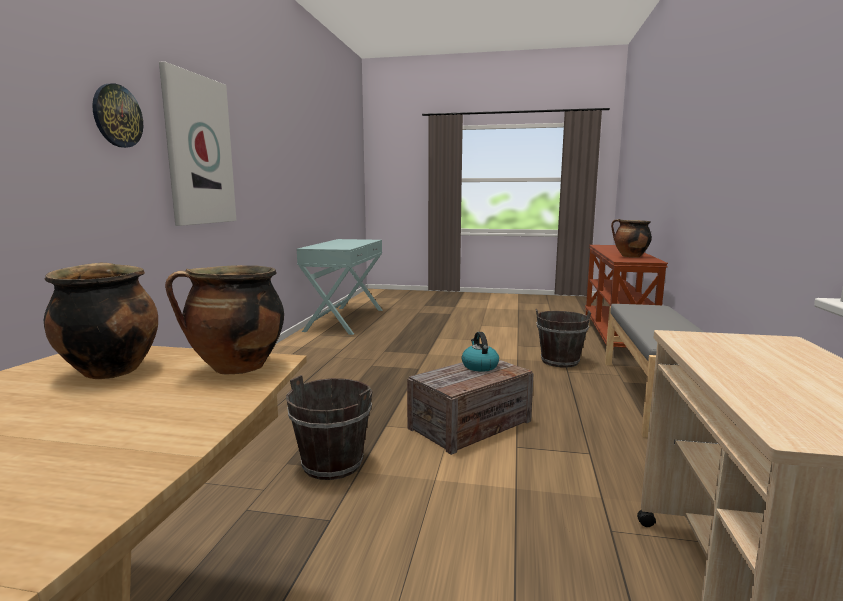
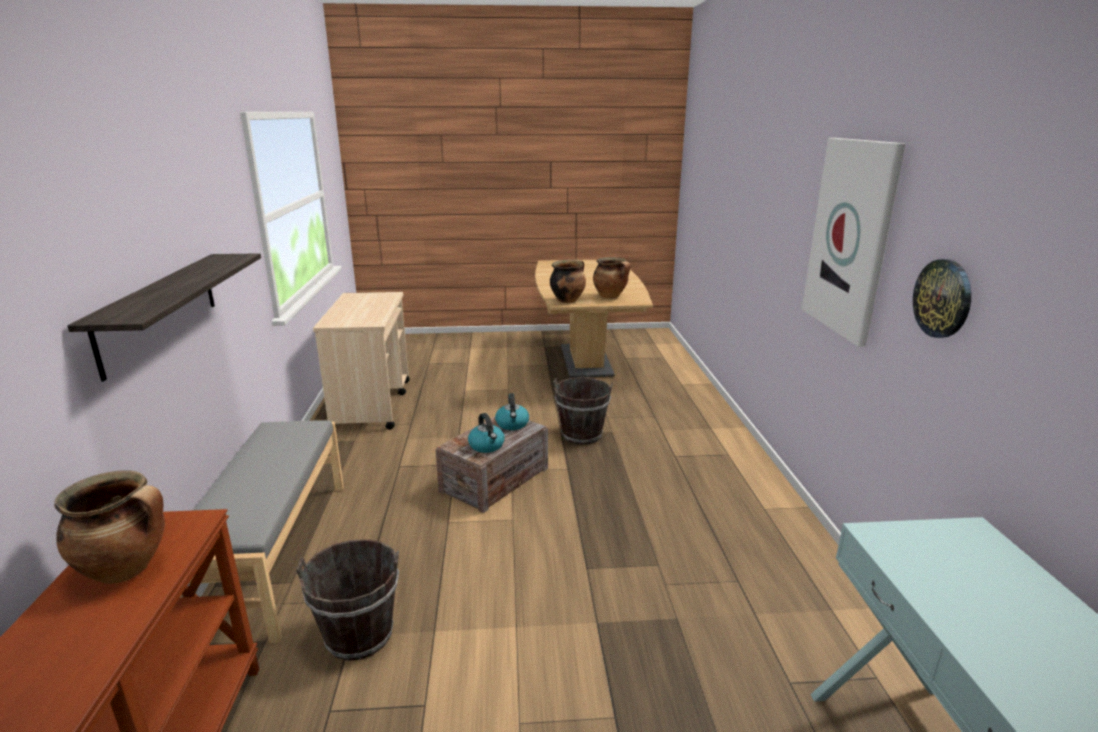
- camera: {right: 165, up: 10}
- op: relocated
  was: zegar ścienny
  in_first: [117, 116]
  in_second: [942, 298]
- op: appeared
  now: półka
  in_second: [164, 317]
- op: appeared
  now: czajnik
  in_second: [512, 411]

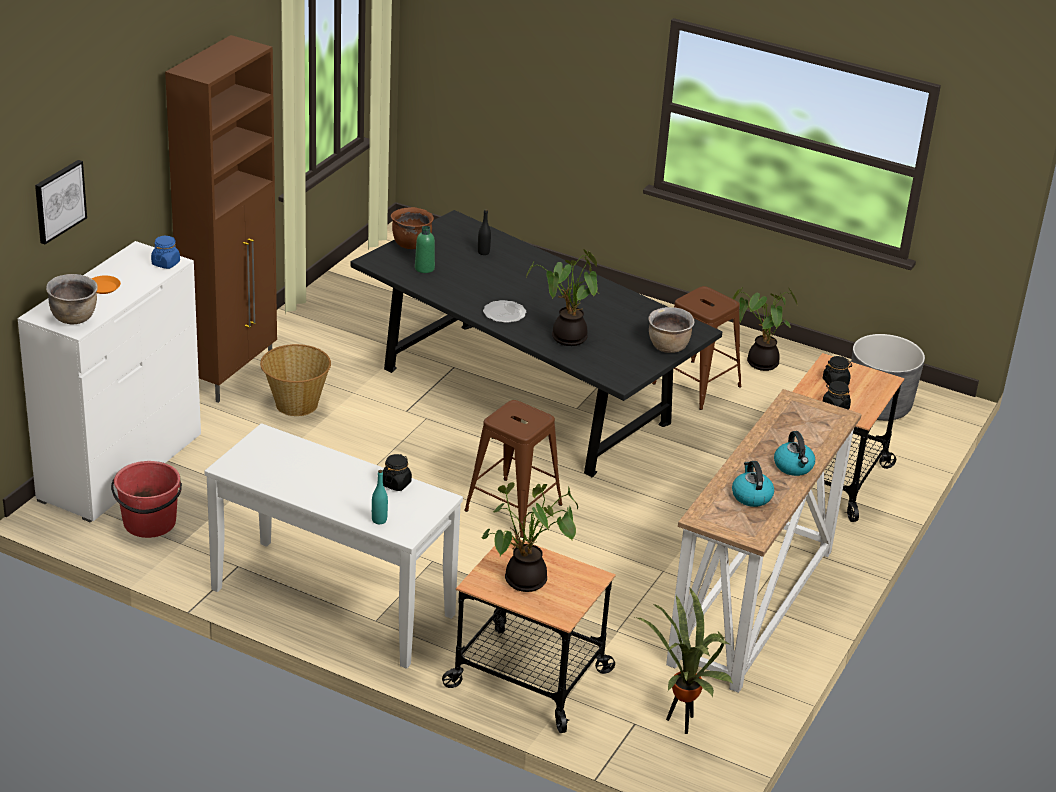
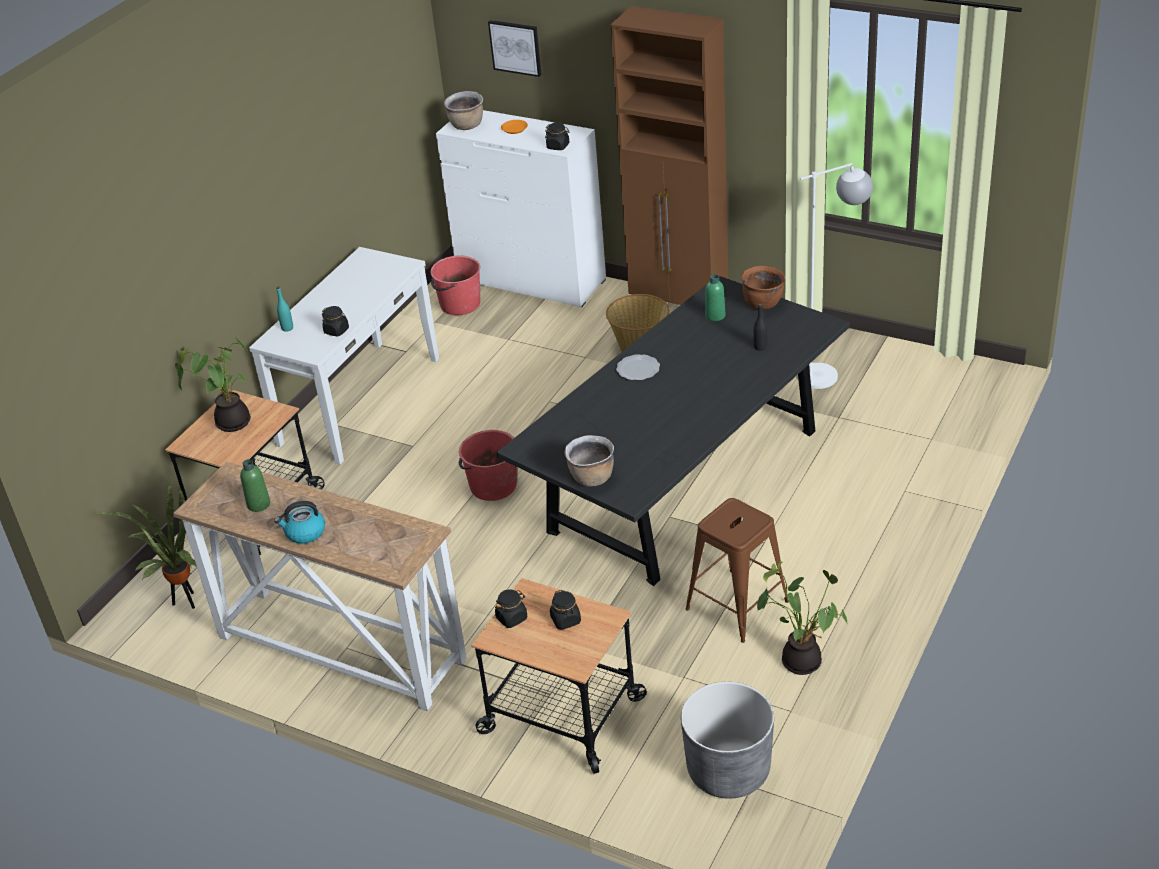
- camera: {right: 95, up: 5}
- op: colour
  was: słoik [niebieski]
  now: słoik [czarny]
  in_first: [165, 252]
  in_second: [557, 136]
- op: missing
  was: roślina doniczkowa
  in_first: [562, 297]
- op: exchanged
  was: stołek [brązowy]
  now: wiadro [czerwony]
  in_first: [513, 469]
  in_second: [488, 465]
- op: exchanged
  was: czajnik
  now: butelka [zielony]
  in_first: [753, 484]
  in_second: [255, 485]
- op: appeared
  now: lampa stojąca [biały]
  in_second: [836, 276]

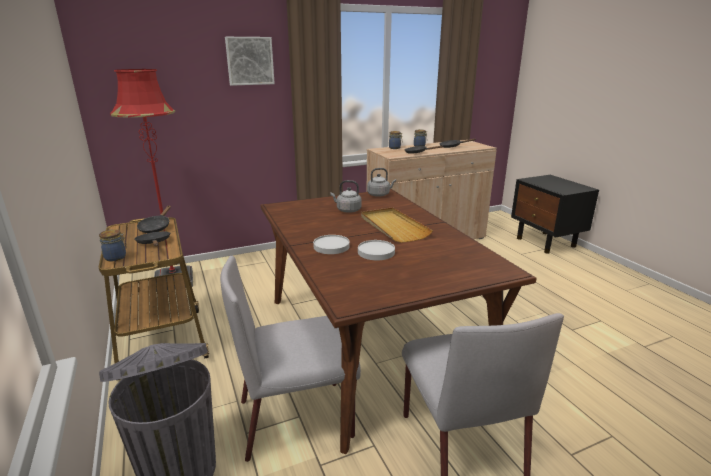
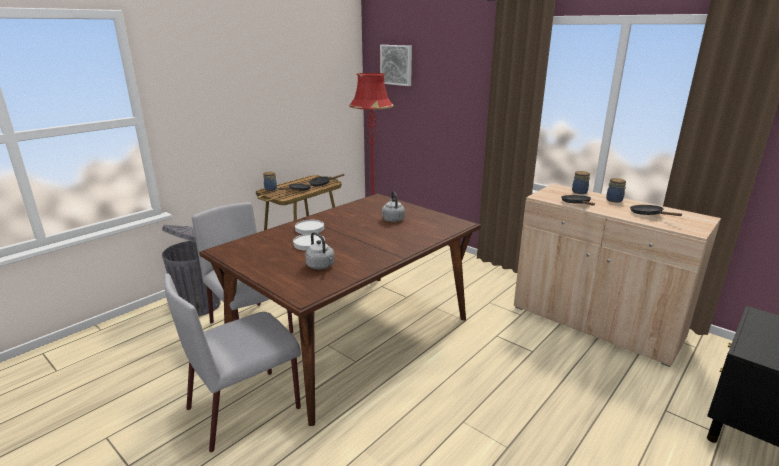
- camera: {right: 65, up: 0}
- op: relocated
  was: obraz
  in_first: [250, 61]
  in_second: [396, 65]
- op: relocated
  was: czajnik [szary]
  in_first: [381, 182]
  in_second: [320, 250]
- op: missing
  was: taca [beżowy]
  in_first: [397, 225]

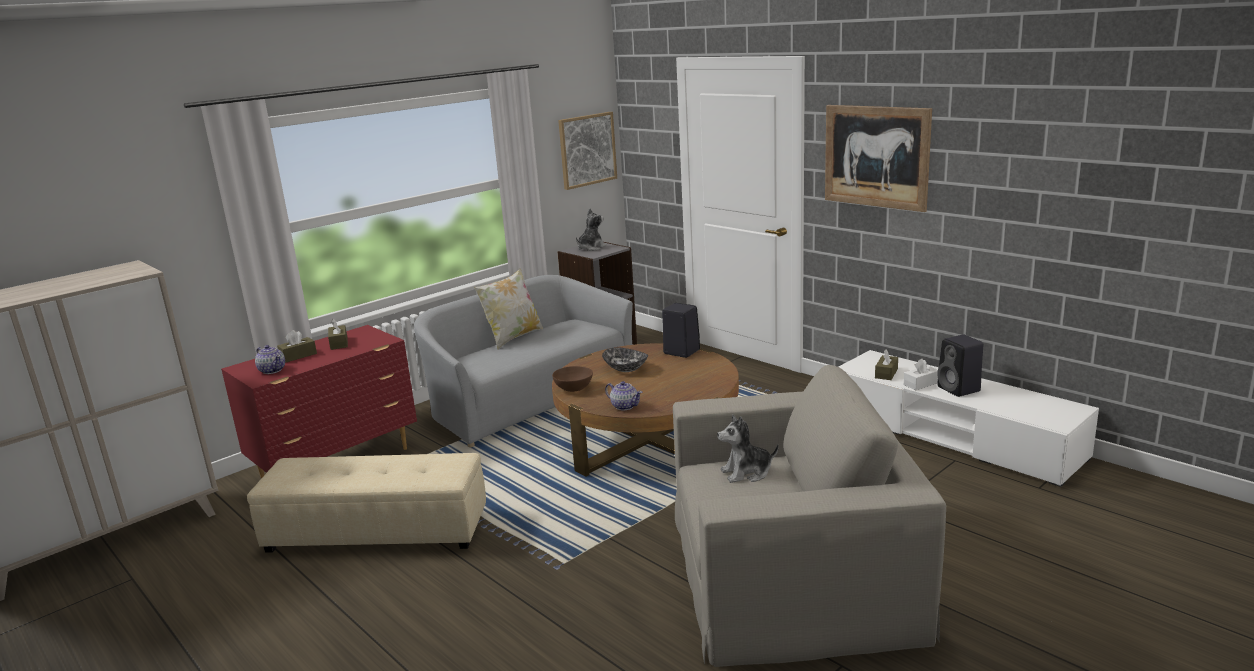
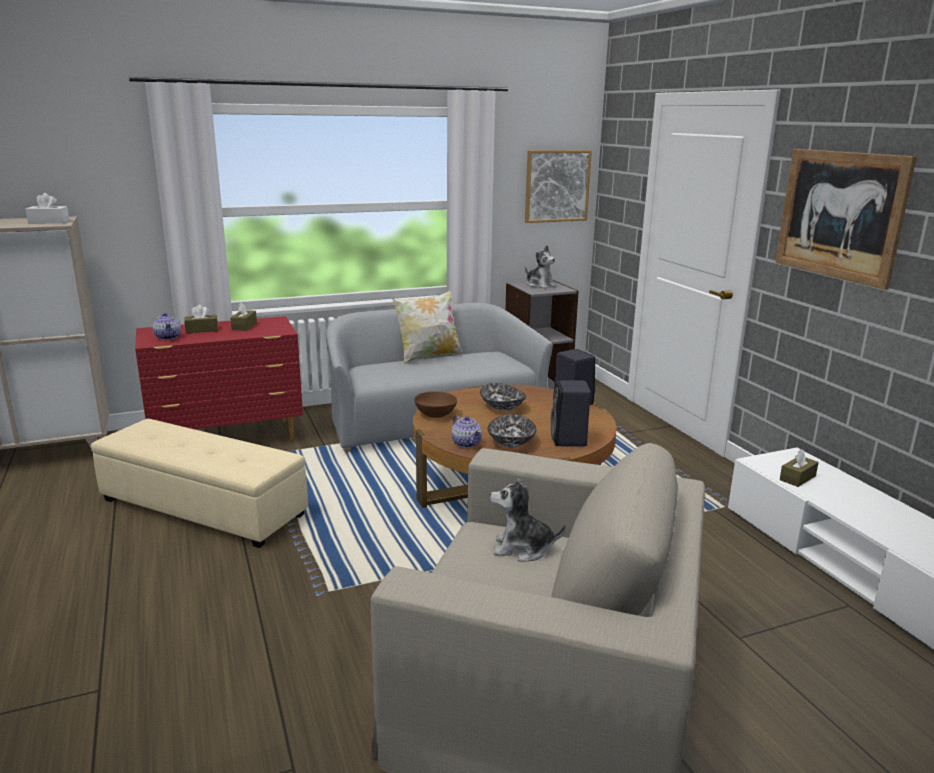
- camera: {right: 20, up: 0}
- op: spun
  was: pluszak
  in_first: [591, 229]
  in_second: [541, 267]
  clockwise: 75
- op: relocated
  was: głośnik [czarny]
  in_first: [960, 365]
  in_second: [571, 413]
- op: relocated
  was: pudełko chusteczek [biały]
  in_first: [921, 374]
  in_second: [47, 208]
- op: appeared
  now: miska
  in_second: [511, 431]

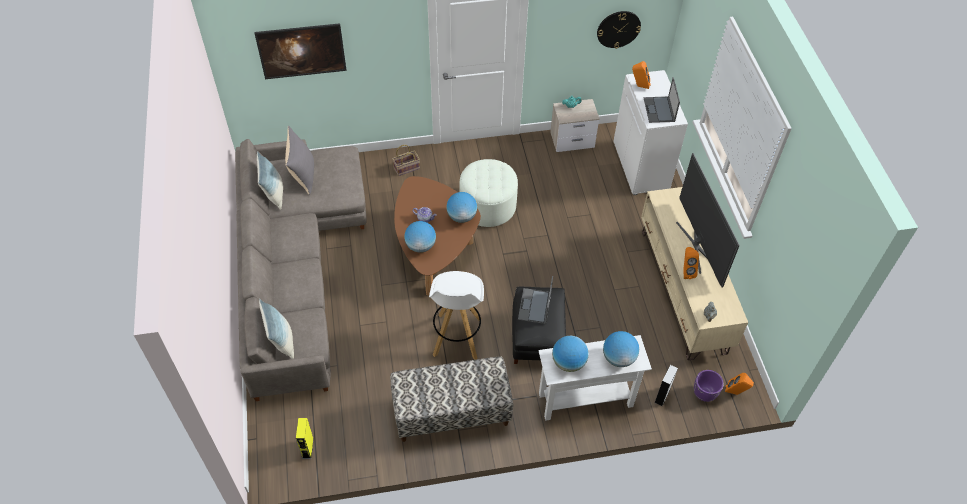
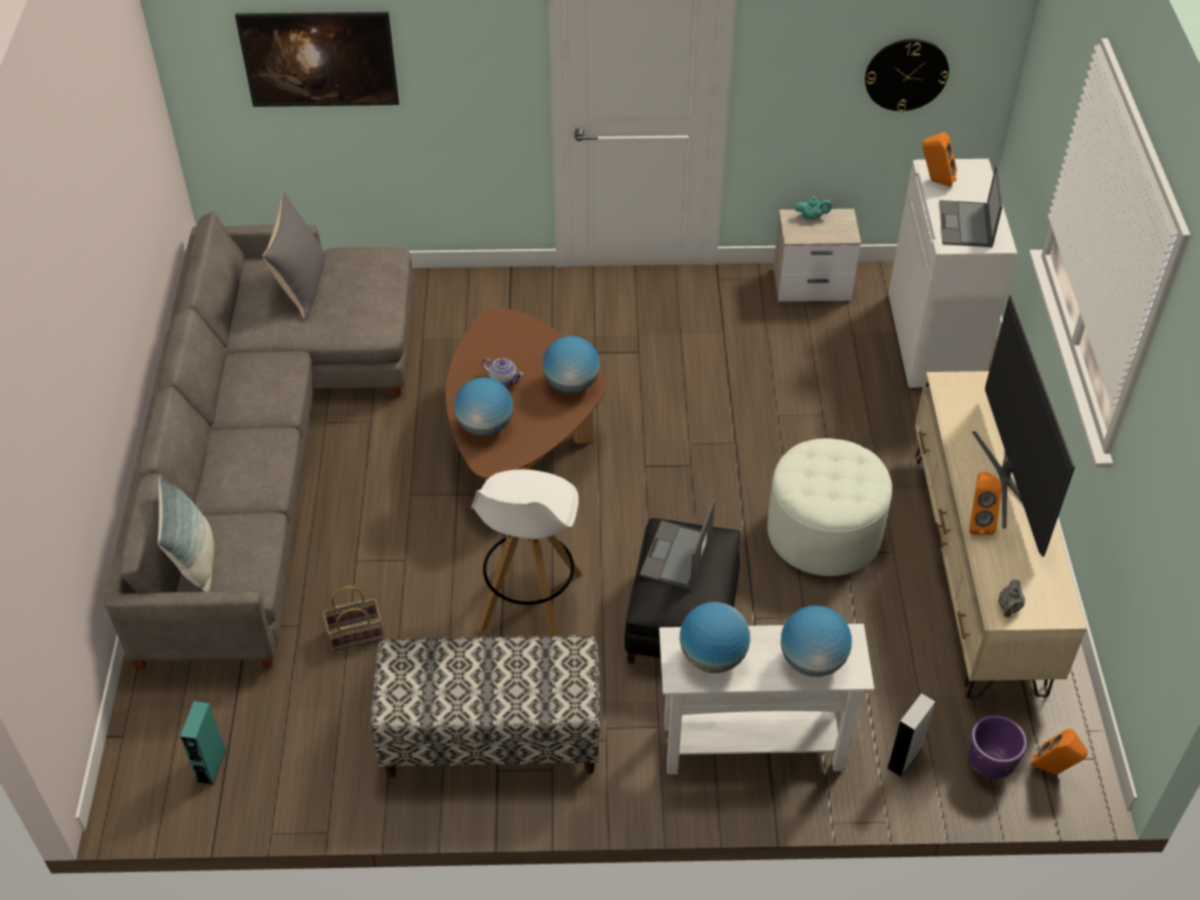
- camera: {right: 10, up: -5}
- op: relocated
  was: koszyk
  in_first: [406, 160]
  in_second: [353, 618]
- op: missing
  was: poduszka
  in_first: [270, 180]
- op: relocated
  was: pufa [biały]
  in_first: [488, 193]
  in_second: [829, 507]
- op: colour
  was: głośnik [żółty]
  now: głośnik [turkusowy]
  in_first: [305, 438]
  in_second: [203, 743]

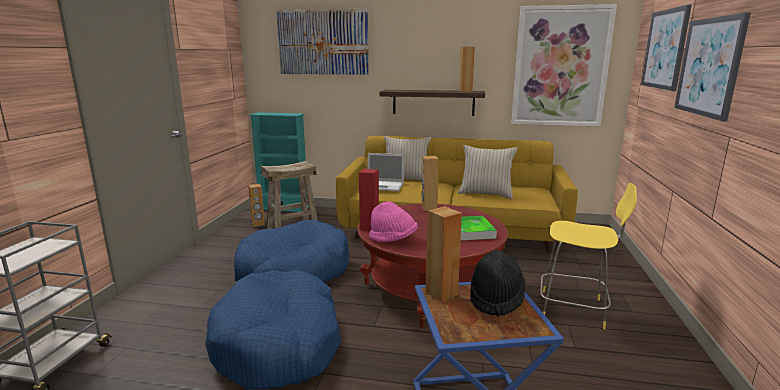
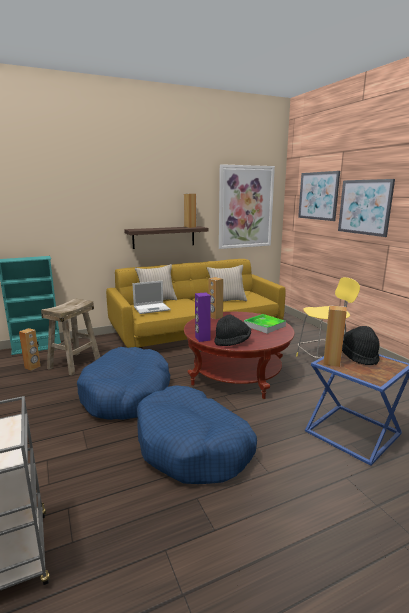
- camera: {right: -35, up: 0}
- op: missing
  was: obraz
  in_first: [322, 42]
- op: colour
  was: głośnik [czerwony]
  now: głośnik [fioletowy]
  in_first: [369, 199]
  in_second: [203, 317]
- op: colour
  was: kapelusz [różowy]
  now: kapelusz [czarny]
  in_first: [393, 222]
  in_second: [232, 330]

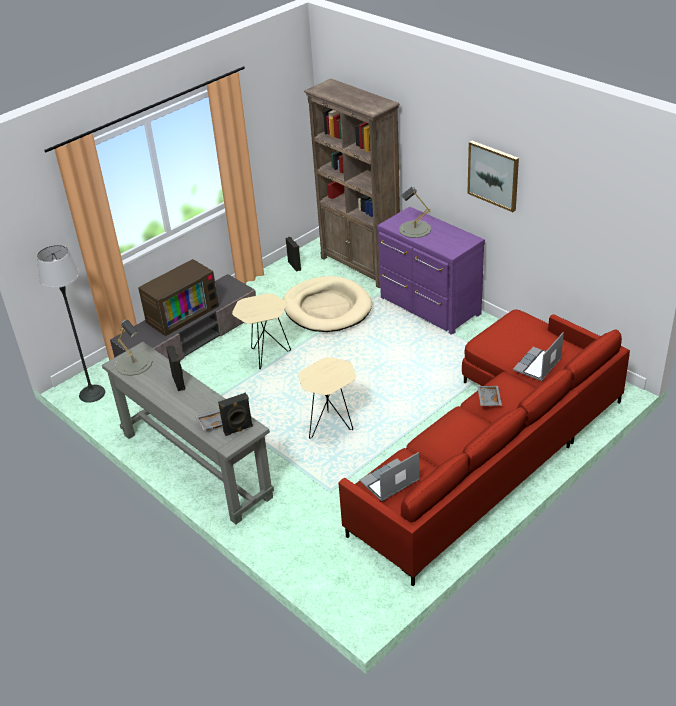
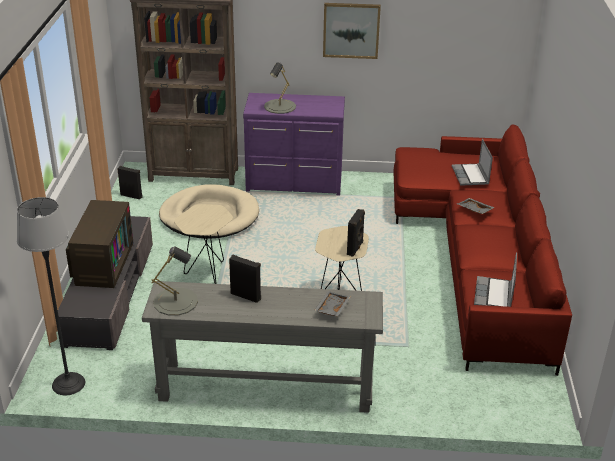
- camera: {right: -45, up: -5}
- op: relocated
  was: głośnik [czarny]
  in_first: [235, 414]
  in_second: [356, 233]

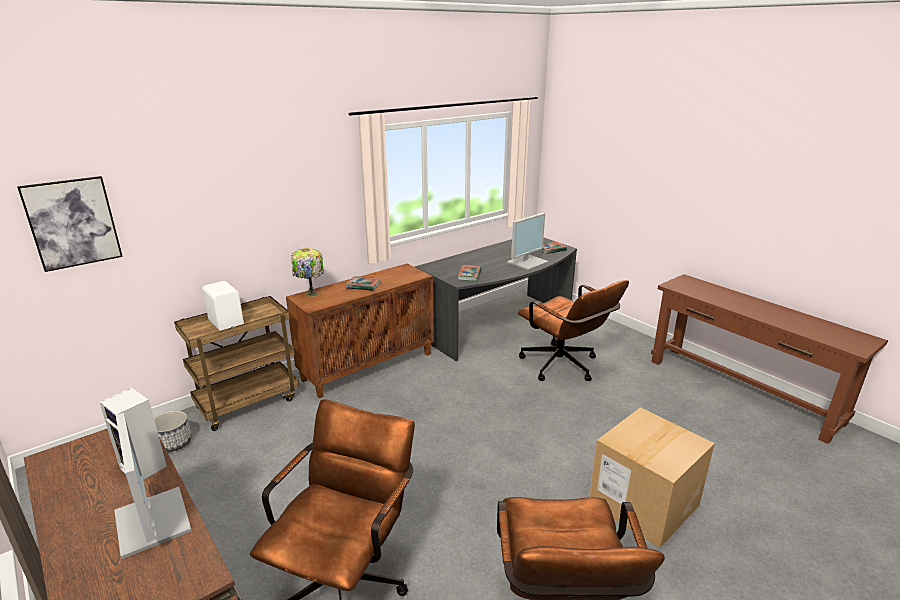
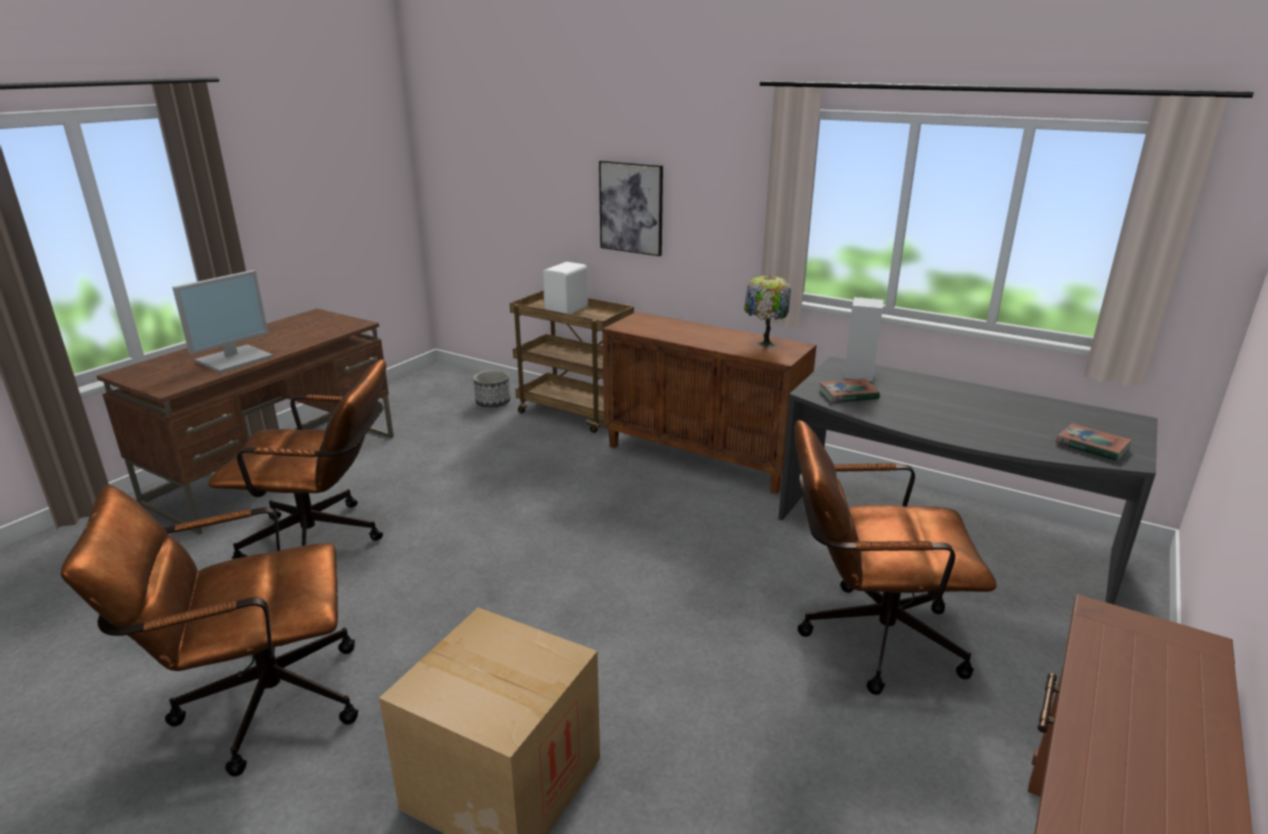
- camera: {right: 70, up: 0}
- op: relocated
  was: obraz
  in_first: [70, 224]
  in_second: [631, 208]
- op: missing
  was: monitor
  in_first: [528, 242]
- op: relocated
  was: lampa stołowa
  in_first: [307, 272]
  in_second: [767, 312]
- op: missing
  was: książka
  in_first: [363, 283]
- op: spun
  was: krzesło biurowe [brązowy]
  in_first: [573, 330]
  in_second: [895, 557]
  clockwise: 60
- op: relocated
  was: głośnik
  in_first: [133, 433]
  in_second: [864, 339]

